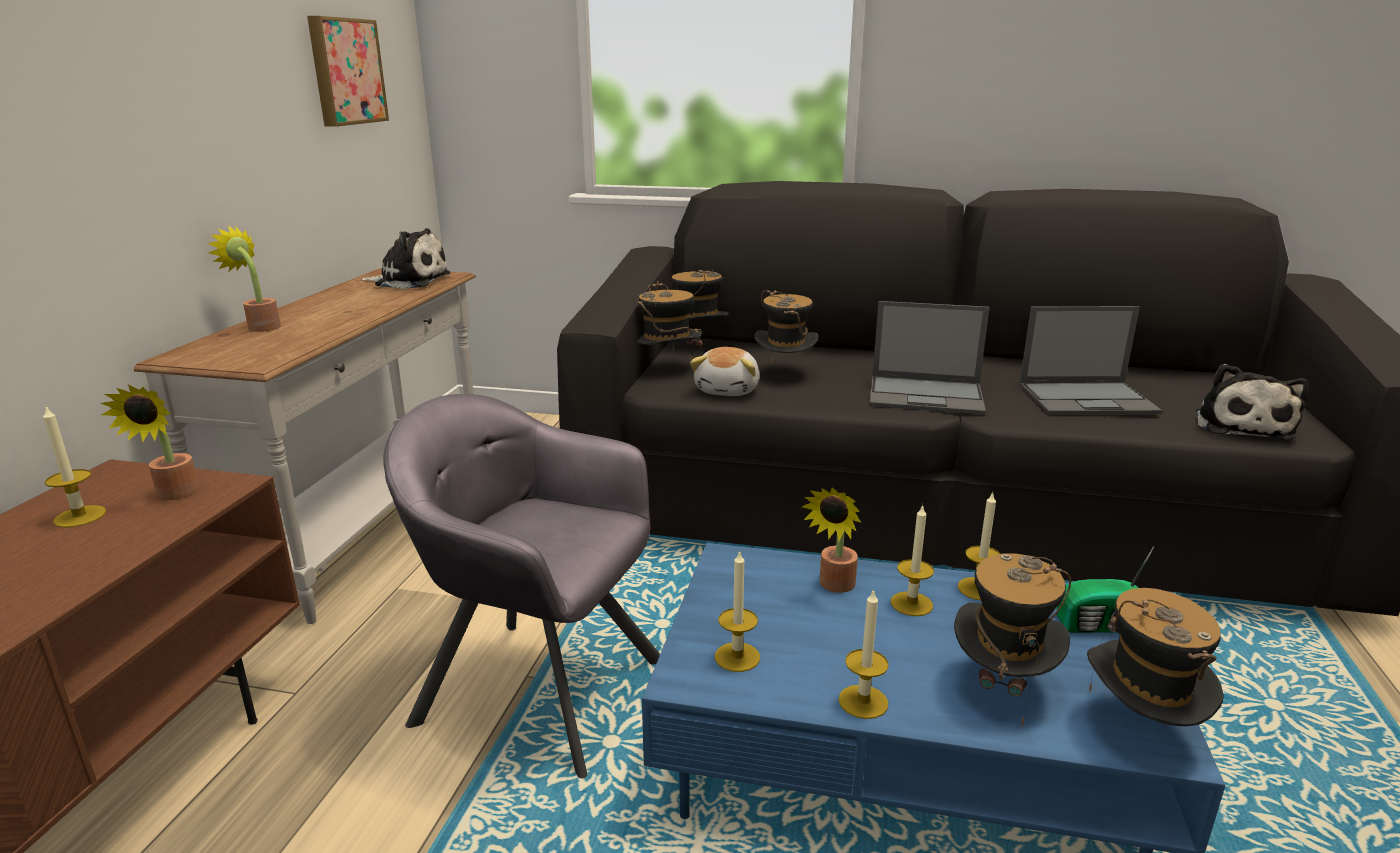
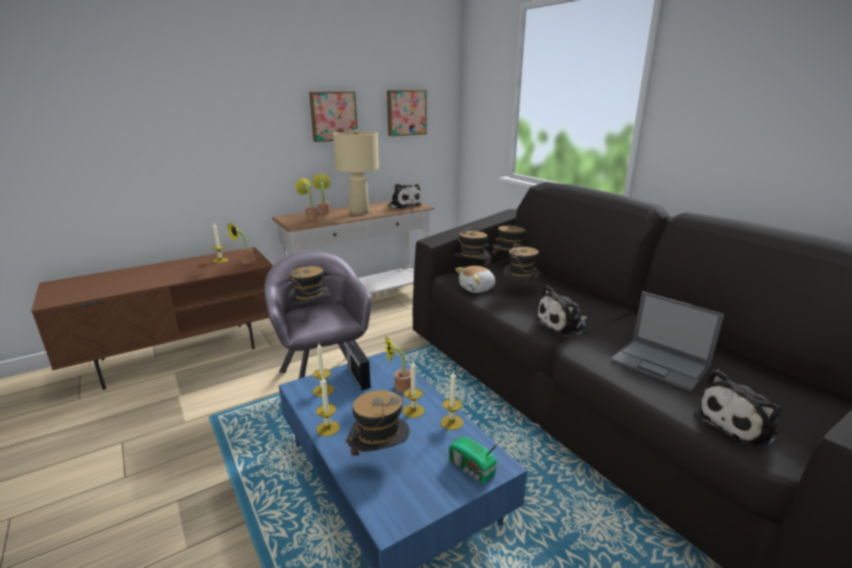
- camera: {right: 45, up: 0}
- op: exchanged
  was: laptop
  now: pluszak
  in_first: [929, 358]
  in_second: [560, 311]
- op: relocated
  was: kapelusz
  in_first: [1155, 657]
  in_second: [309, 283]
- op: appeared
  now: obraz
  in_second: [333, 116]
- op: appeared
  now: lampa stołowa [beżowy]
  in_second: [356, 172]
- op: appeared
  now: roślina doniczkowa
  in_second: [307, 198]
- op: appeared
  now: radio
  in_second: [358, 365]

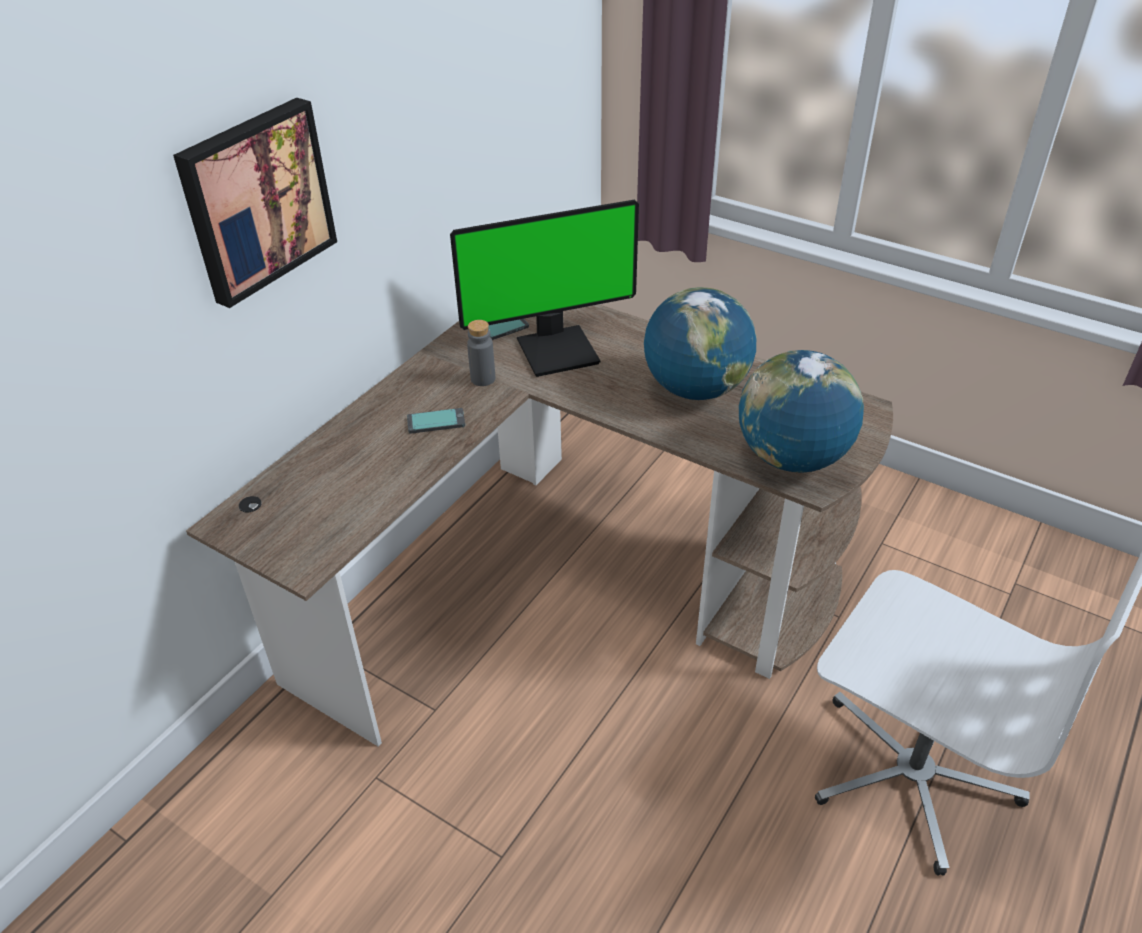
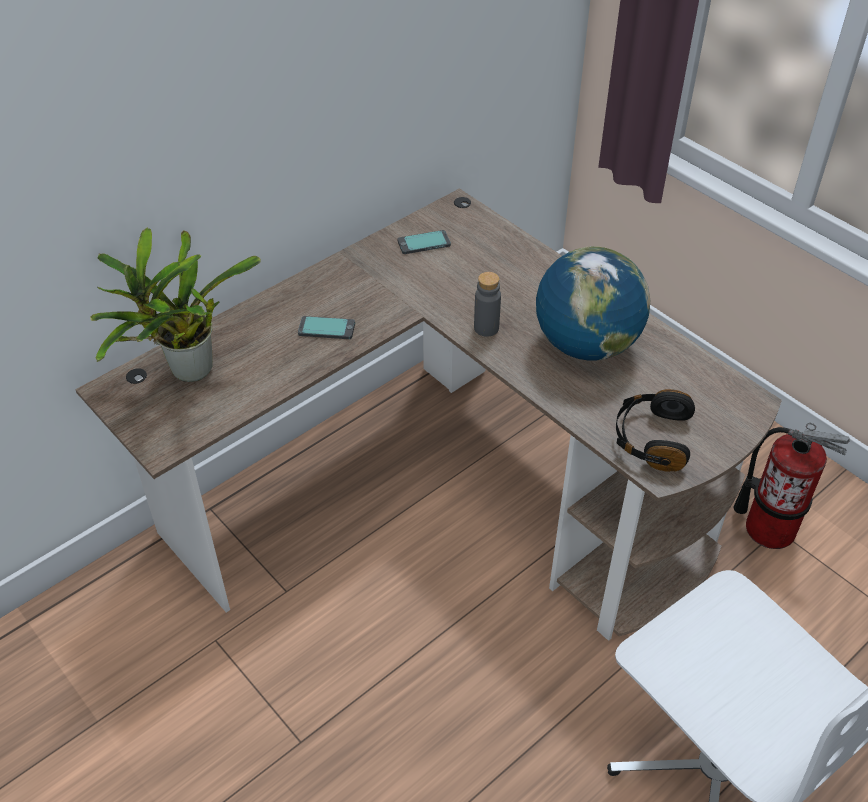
- camera: {right: 15, up: 5}
- op: missing
  was: obraz
  in_first: [255, 203]
- op: missing
  was: monitor
  in_first: [544, 288]
- op: relocated
  was: butelka [szary]
  in_first: [481, 353]
  in_second: [487, 304]
- op: exchanged
  was: globus
  now: słuchawki [czarny]
  in_first: [801, 411]
  in_second: [655, 430]
- op: appeared
  now: roślina doniczkowa
  in_second: [175, 304]
- op: appeared
  now: gaśnica
  in_second: [791, 486]

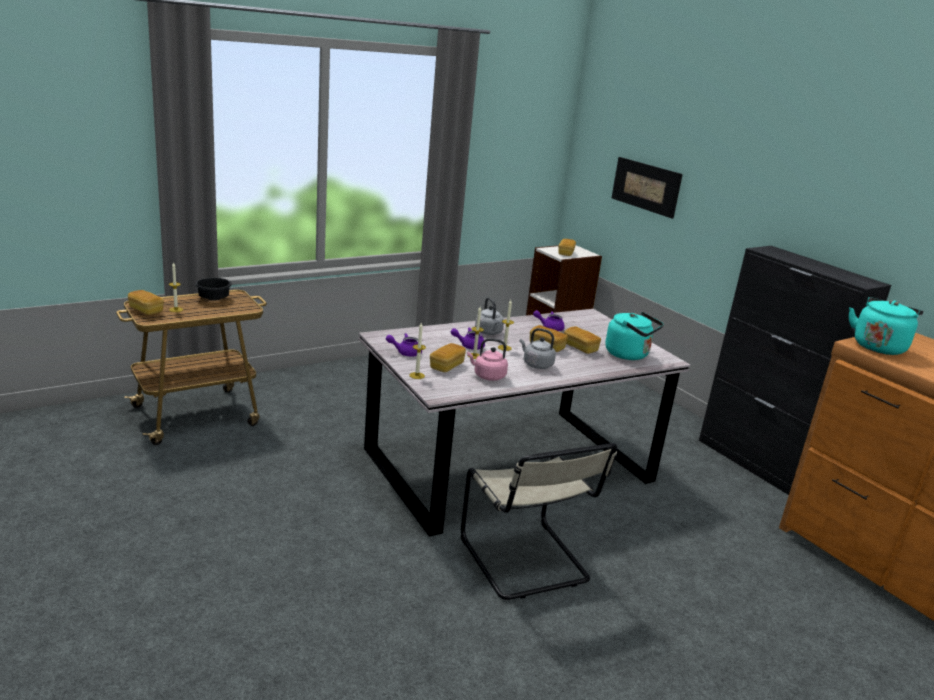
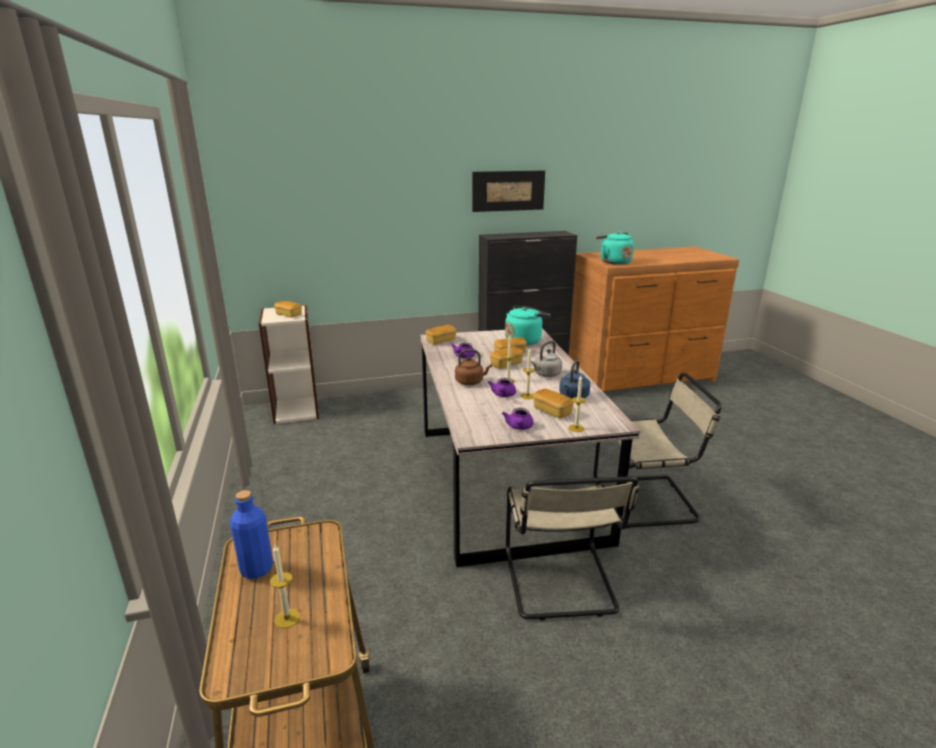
- camera: {right: -70, up: 0}
- op: relocated
  was: obraz
  in_first: [647, 188]
  in_second: [508, 191]
- op: exchanged
  was: miska [czarny]
  now: butelka [niebieski]
  in_first: [213, 289]
  in_second: [251, 534]
- op: relocated
  was: chleb
  in_first: [146, 302]
  in_second: [441, 335]
- op: colour
  was: czajnik [szary]
  now: czajnik [brązowy]
  in_first: [489, 316]
  in_second: [473, 367]
- op: colour
  was: czajnik [różowy]
  now: czajnik [niebieski]
  in_first: [487, 359]
  in_second: [574, 379]
- op: appeared
  now: krzesło [beżowy]
  in_second: [572, 548]

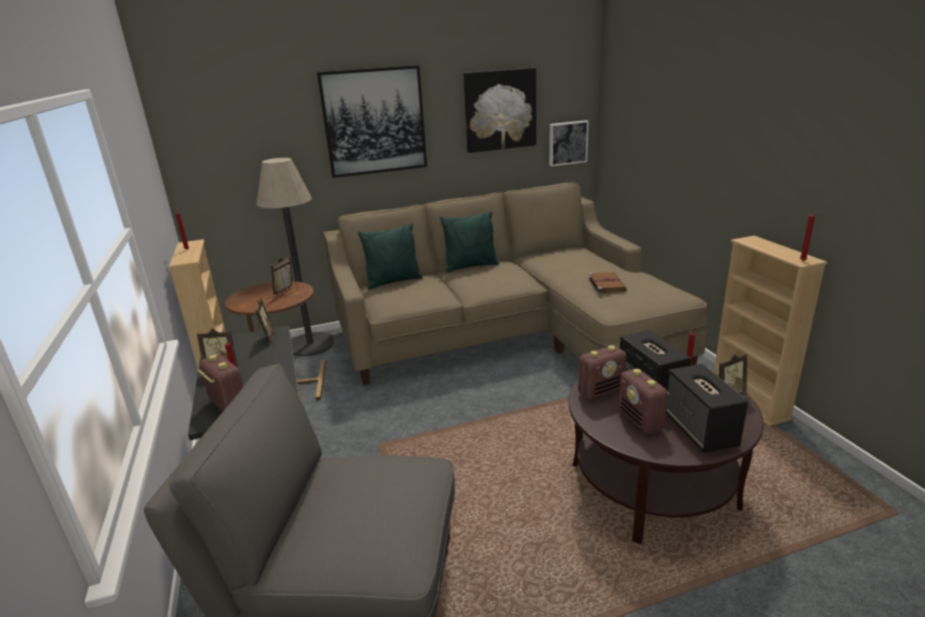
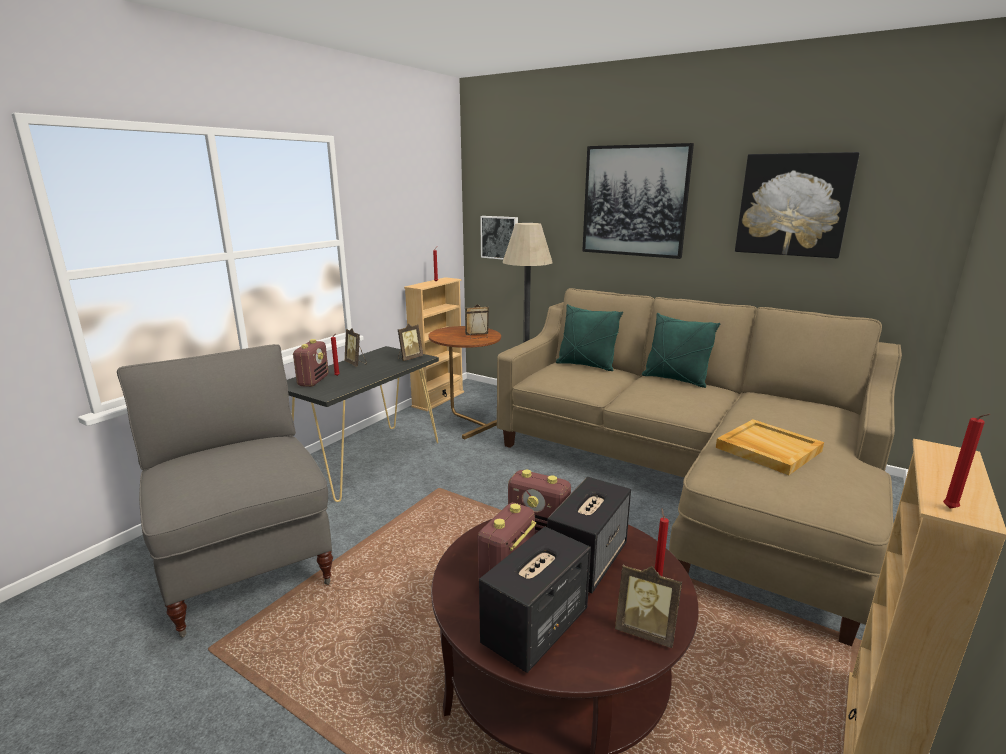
- camera: {right: 50, up: -5}
- op: relocated
  was: obraz
  in_first: [569, 143]
  in_second: [499, 238]
- op: exchanged
  was: książka [brązowy]
  now: taca [beżowy]
  in_first: [607, 283]
  in_second: [770, 447]

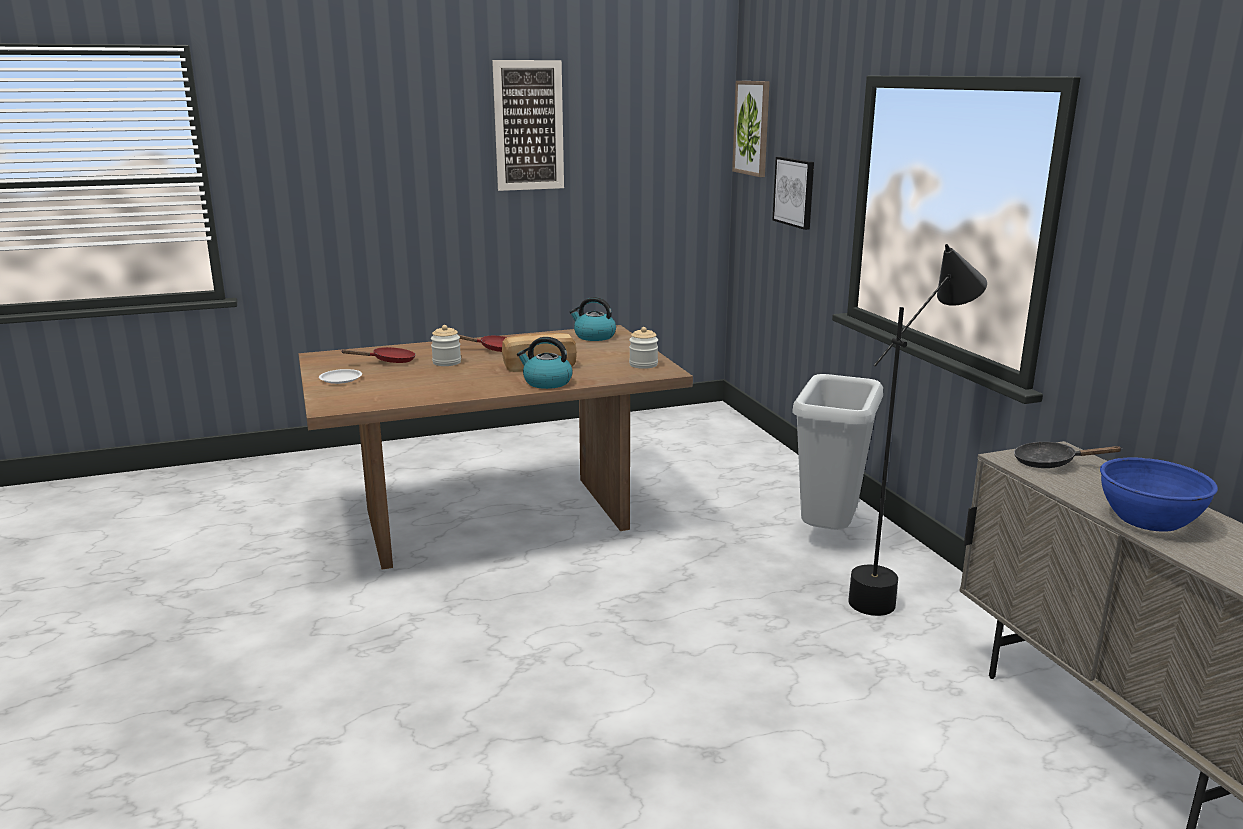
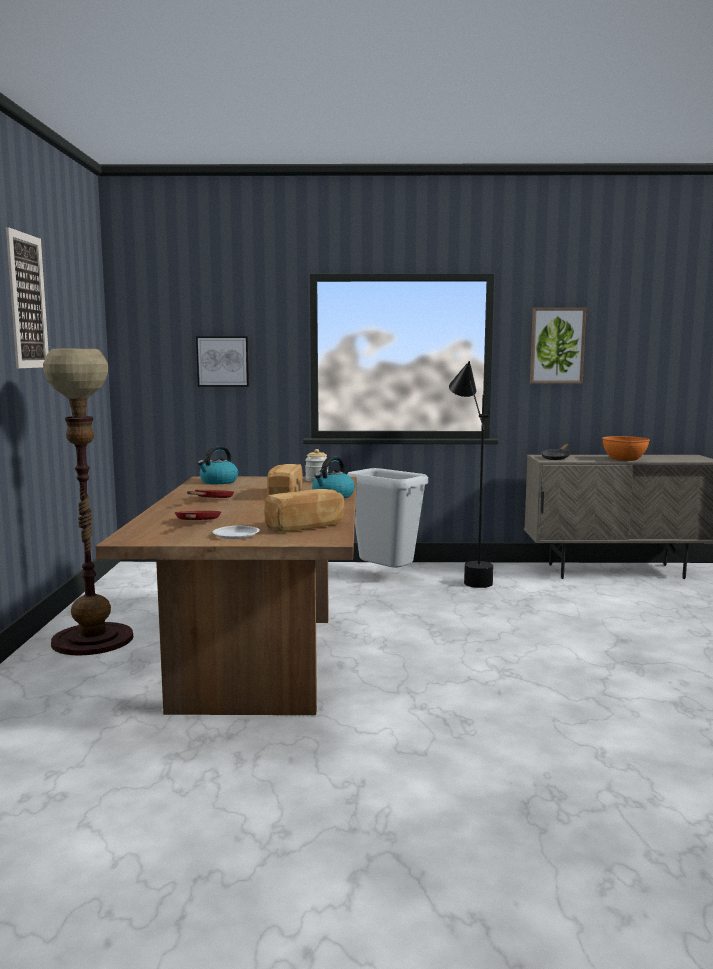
- camera: {right: -70, up: -10}
- op: relocated
  was: obraz
  in_first: [751, 129]
  in_second: [558, 345]
- op: missing
  was: słoik
  in_first: [446, 345]
- op: colour
  was: miska [niebieski]
  now: miska [pomarańczowy]
  in_first: [1159, 495]
  in_second: [626, 448]
- op: appeared
  now: lampa stojąca
  in_second: [88, 502]
- op: appeared
  now: chleb
  in_second: [304, 510]

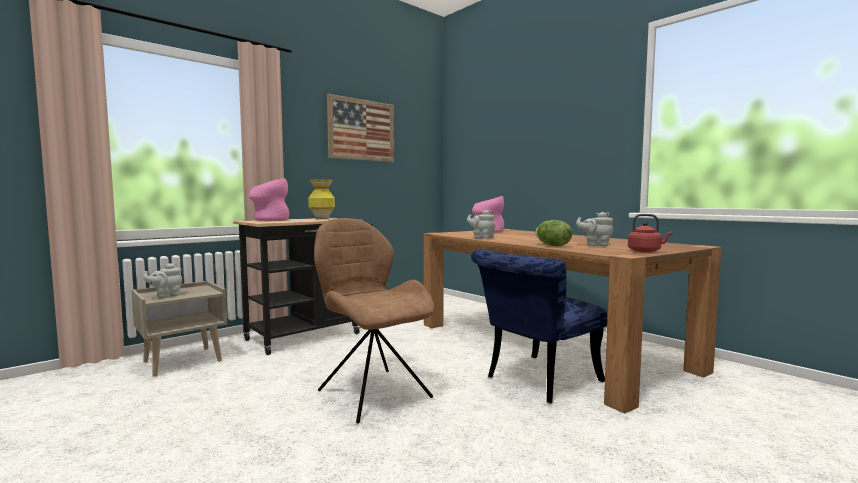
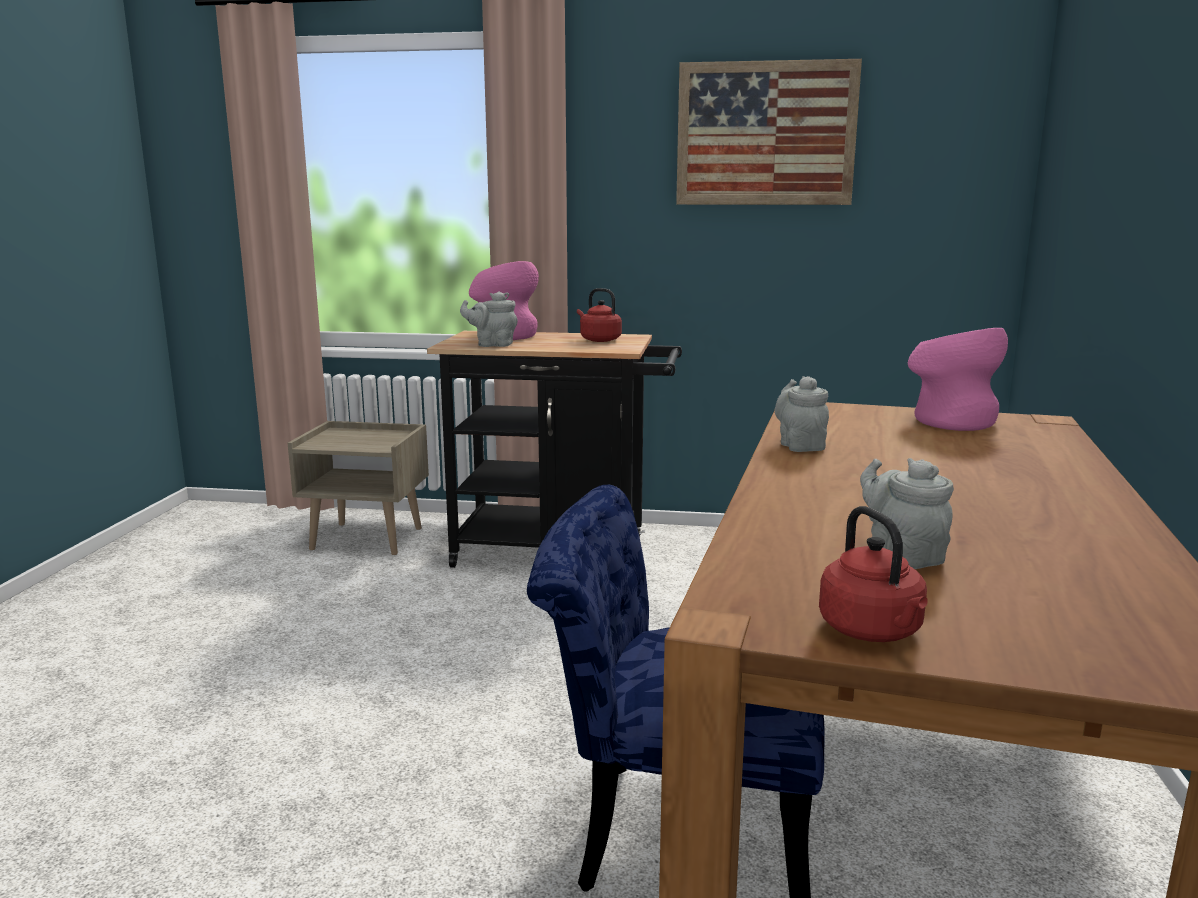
- camera: {right: 50, up: 10}
- op: exchanged
  was: wazon
  now: czajnik [czerwony]
  in_first: [321, 199]
  in_second: [599, 315]
- op: missing
  was: krzesło [brązowy]
  in_first: [374, 320]
- op: missing
  was: sałata
  in_first: [554, 233]
- op: relocated
  was: imbryk [szary]
  in_first: [162, 280]
  in_second: [489, 319]

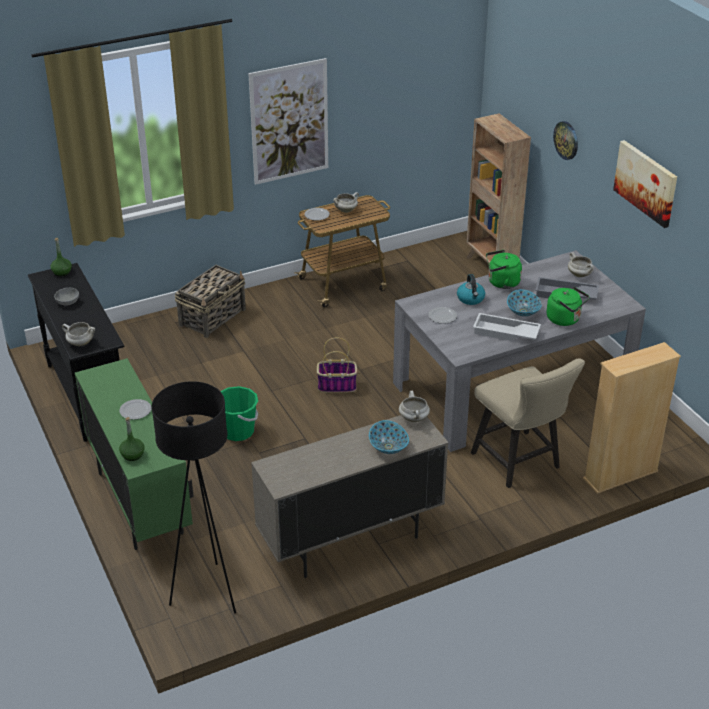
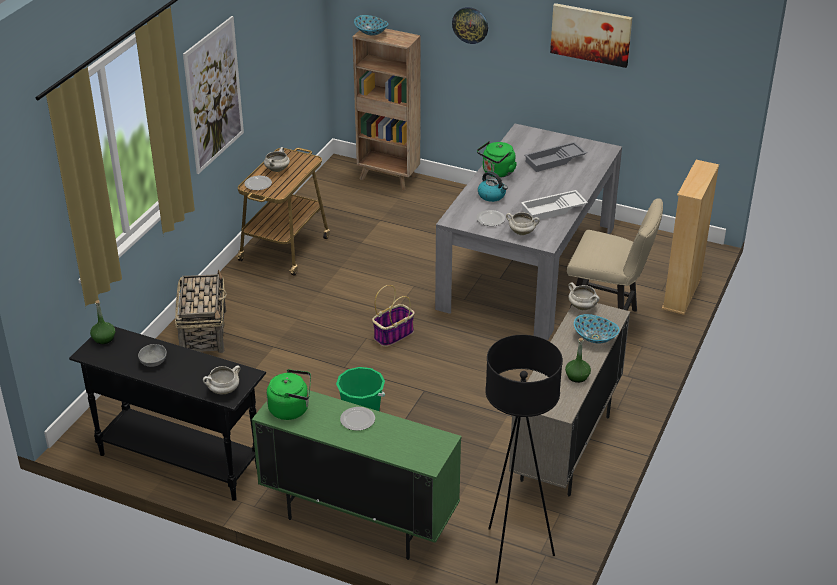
- camera: {right: -40, up: 0}
- op: relocated
  was: garnek [biały]
  in_first: [581, 264]
  in_second: [523, 223]
- op: relocated
  was: czajnik [zielony]
  in_first: [567, 306]
  in_second: [289, 394]
- op: relocated
  was: miska
  in_first: [524, 303]
  in_second: [371, 25]
- op: relocated
  was: butelka [zielony]
  in_first: [132, 439]
  in_second: [578, 360]

